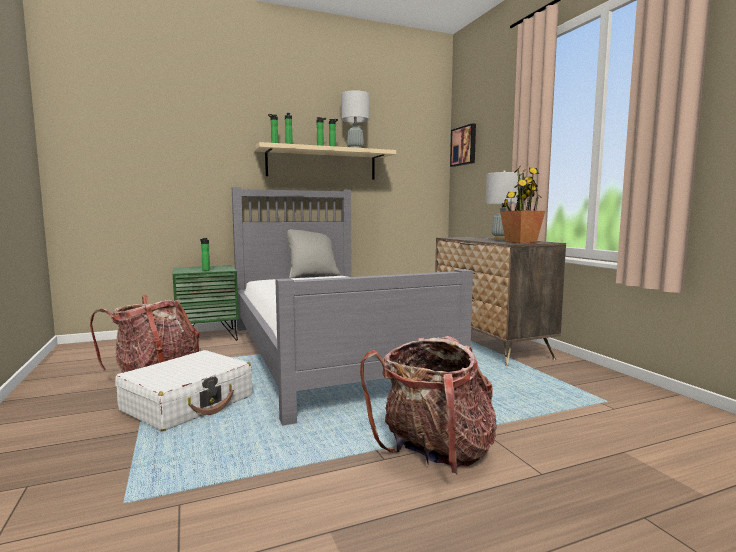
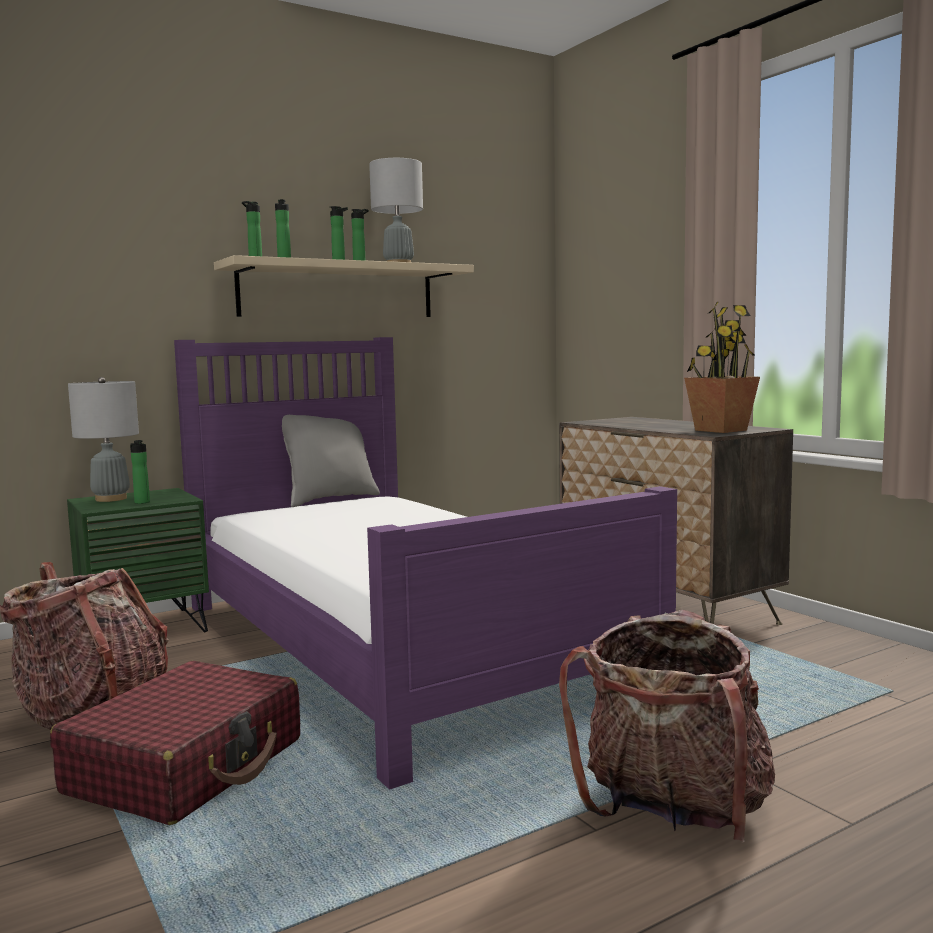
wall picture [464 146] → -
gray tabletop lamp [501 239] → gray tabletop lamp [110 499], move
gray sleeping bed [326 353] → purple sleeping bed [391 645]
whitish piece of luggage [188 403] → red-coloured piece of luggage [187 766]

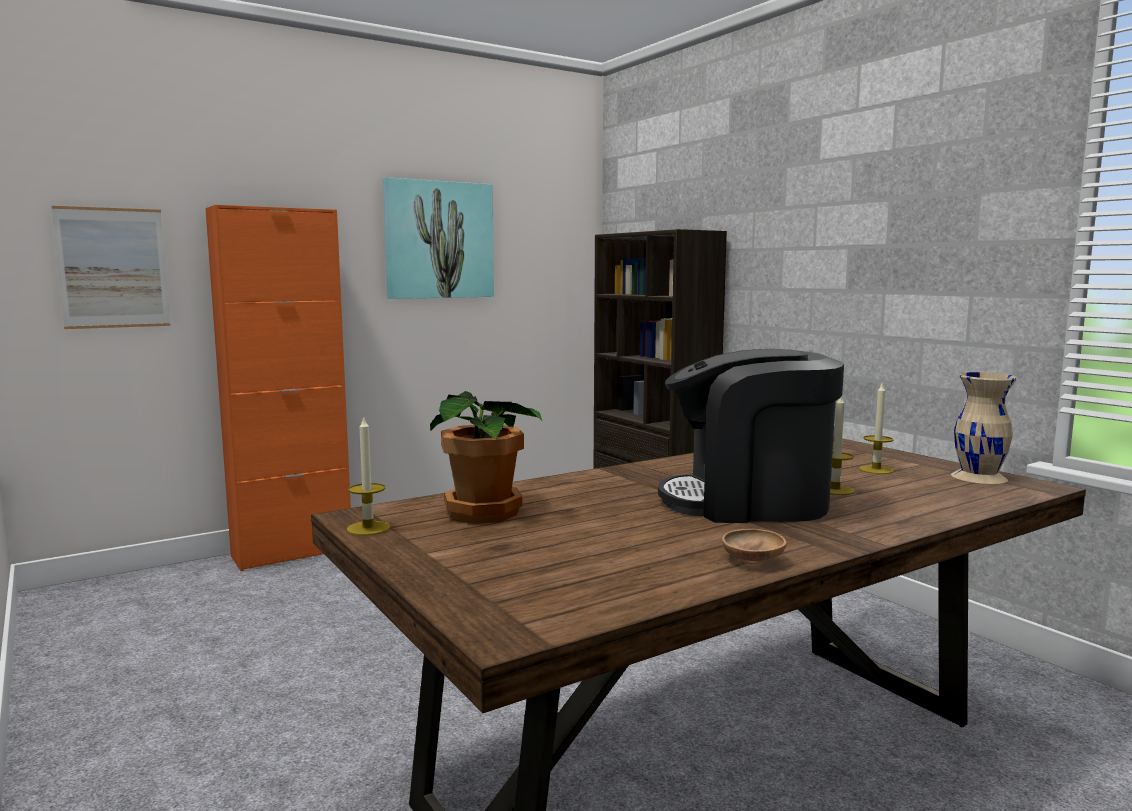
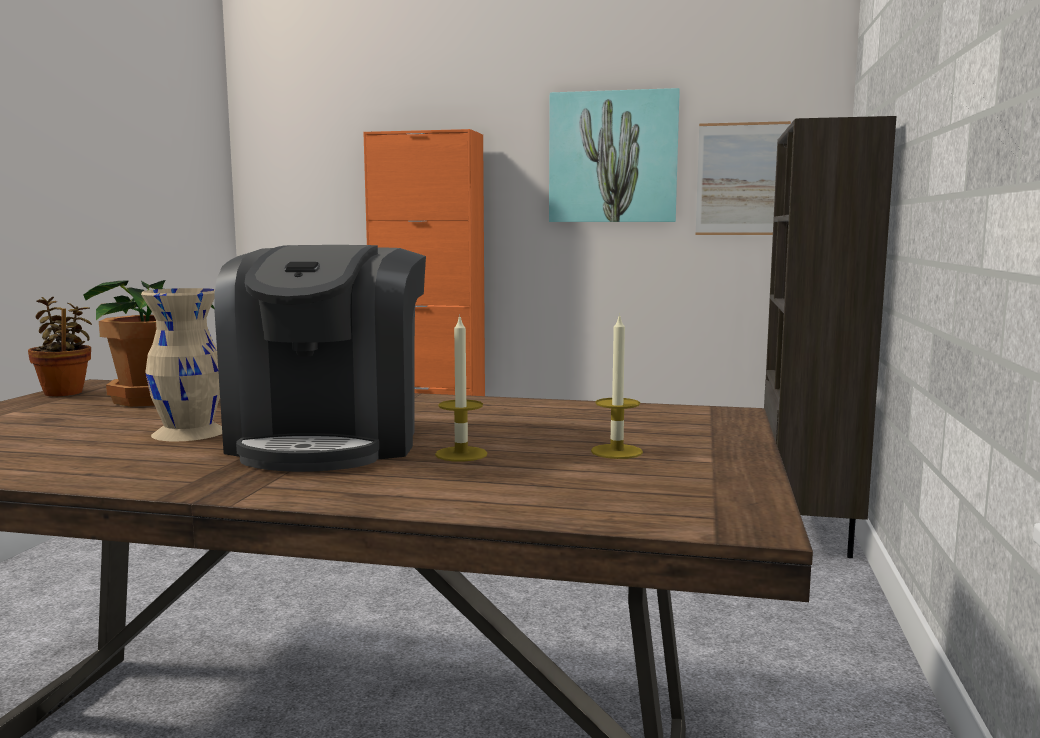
wall picture [113 268] → wall picture [742 179], move
coffee brewer [748 502] → coffee brewer [330 440], 135 degrees counterclockwise
beige-coloured flower vase [980 477] → beige-coloured flower vase [190 432], move
wax candle [368 528] → plant in a pot [65 392]
brown deep dish [753 560] → -

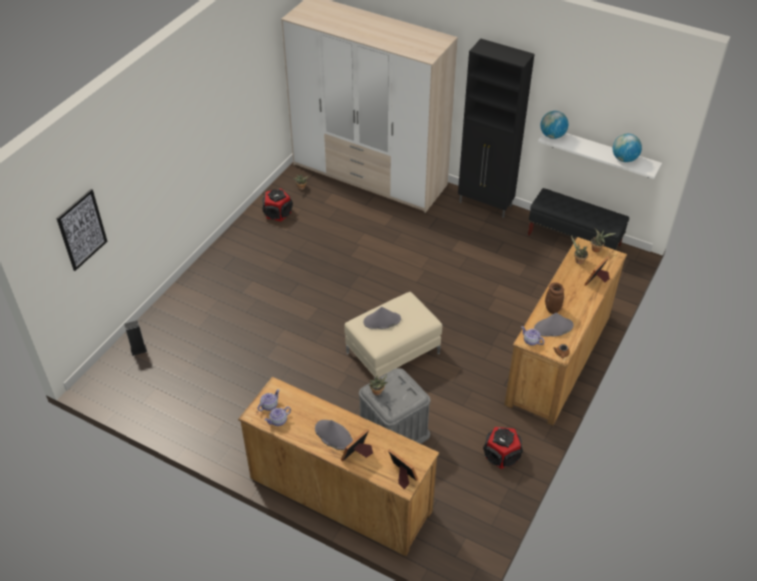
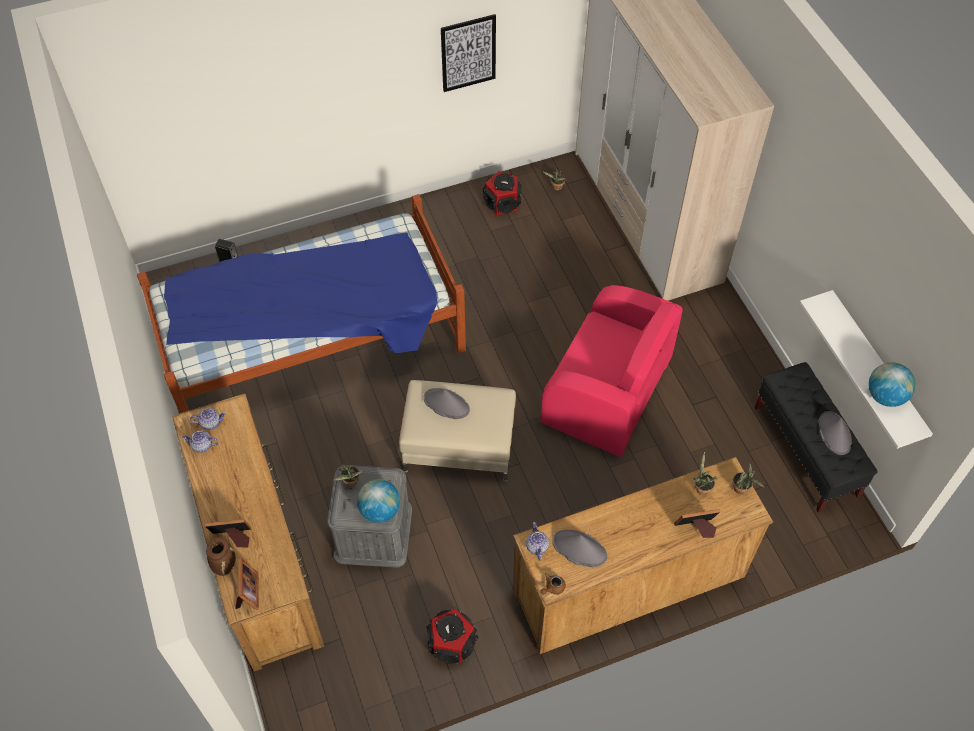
black-coloured storage cabinet [486 204] → -
globe [552 136] → globe [380 510], move
wall picture [82 230] → wall picture [468 53], move
brown flower vase [552 309] → brown flower vase [225 566], move
gray hat [333 435] → gray hat [834 433], move
- → sleeping bed [314 344]
- → pinkish armchair [608 392]

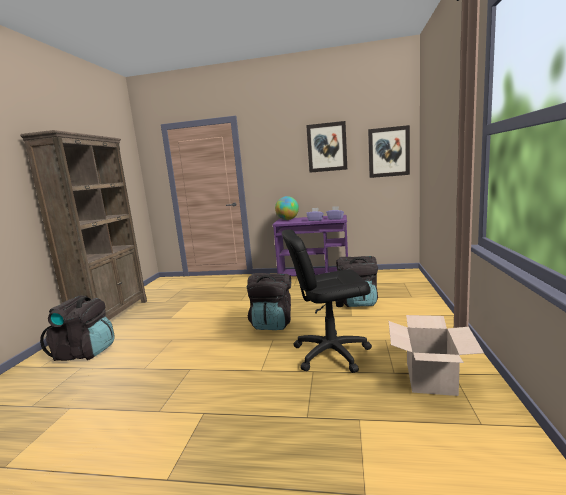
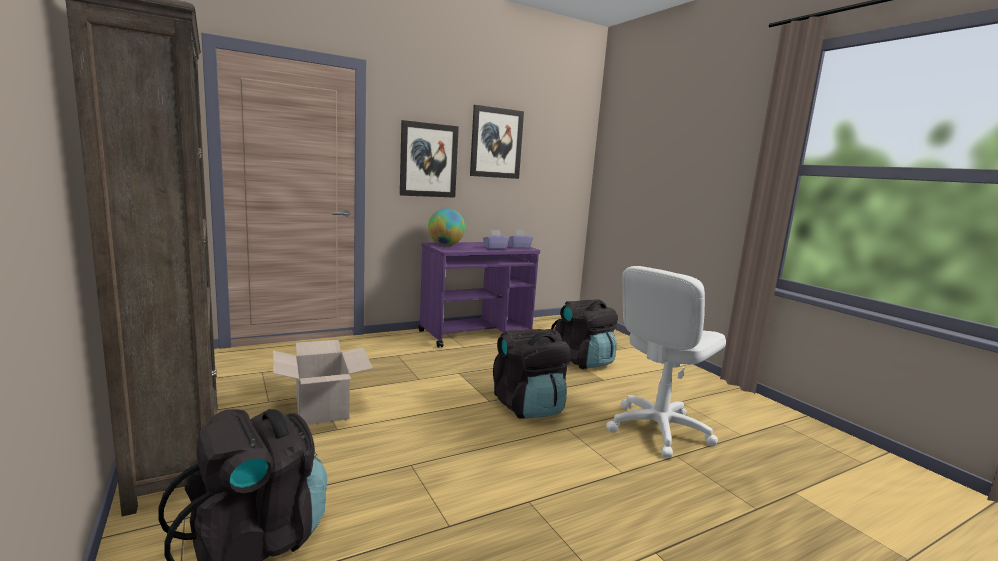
wall picture [388 152] → wall picture [428 160], move
black-coloured computer chair [331 353] → whitish computer chair [657 429]
carton [429 378] → carton [321 408], move

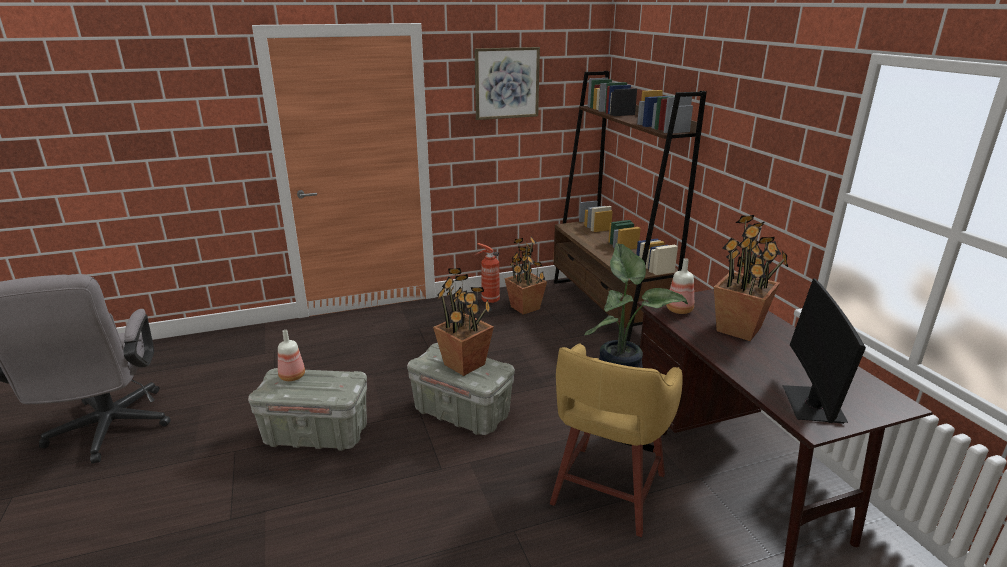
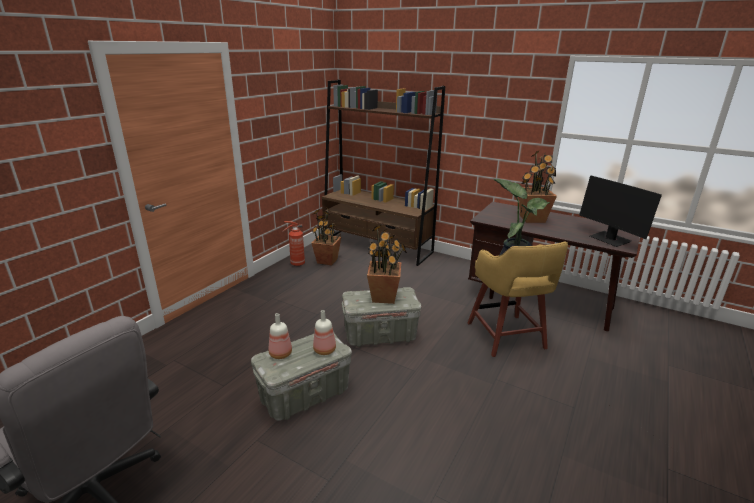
wall picture [506 83] → -
beverage bottle [680 310] → beverage bottle [325 350], move

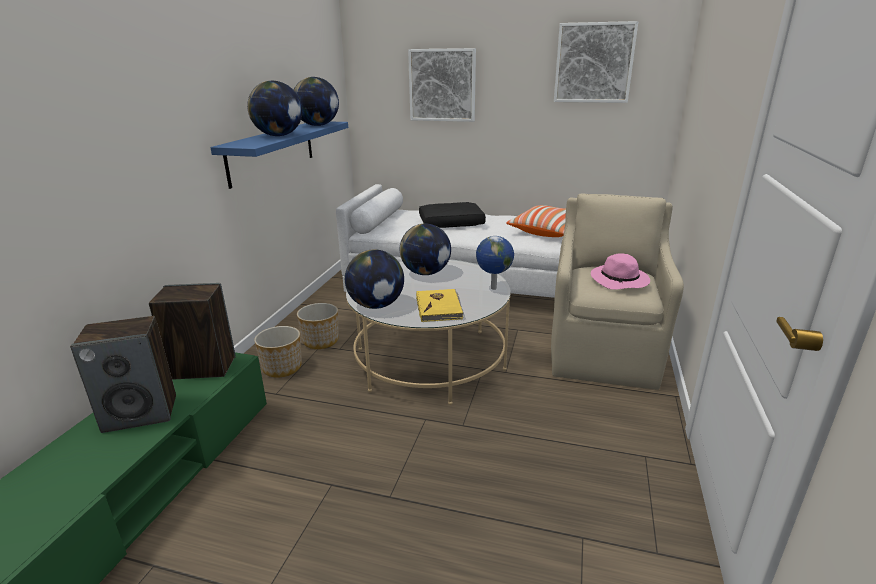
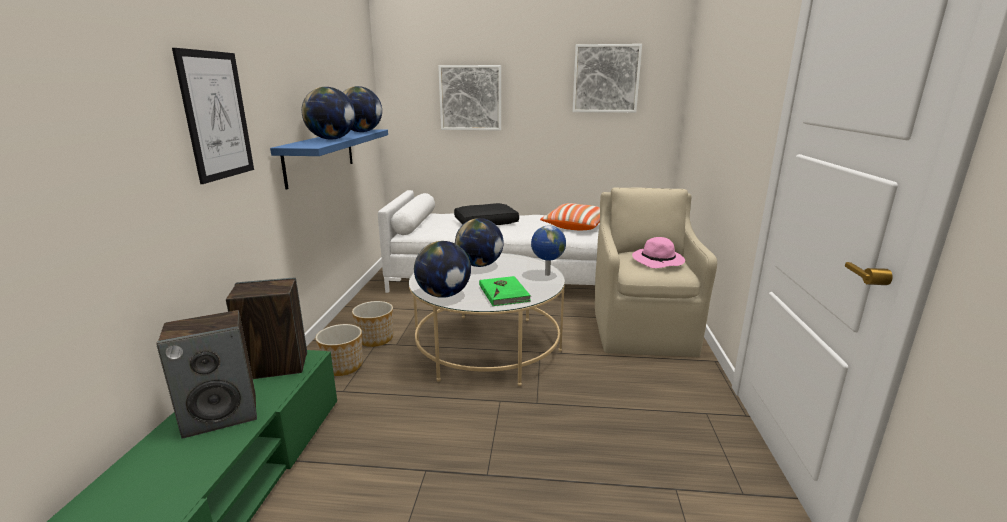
yellowish volume [439 307] → green-coloured volume [504 293]
- → wall picture [216 116]

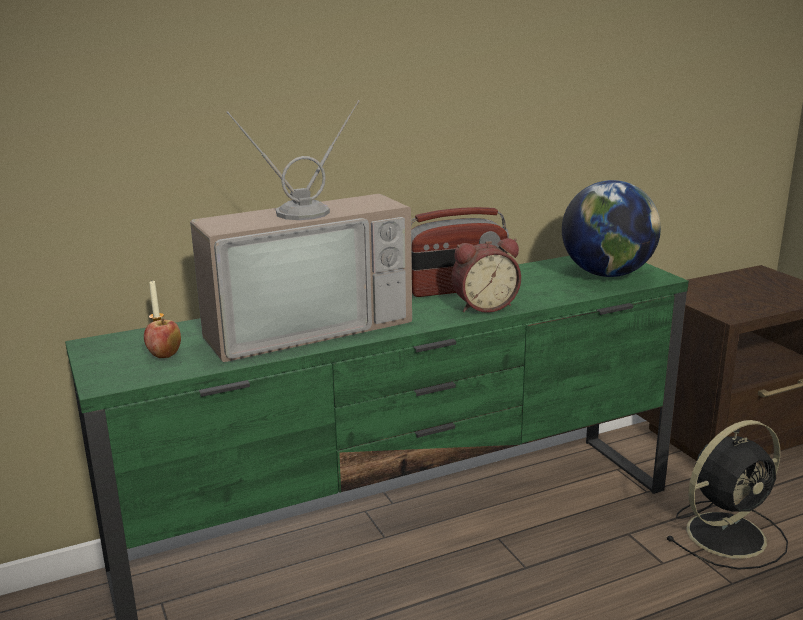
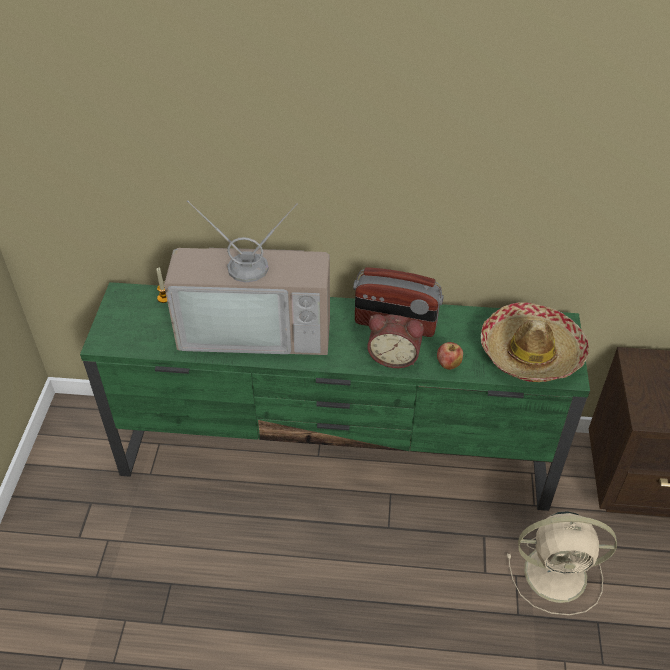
globe [607 274] → hat [531 352]
whole apple [164 355] → whole apple [448 365], move
black-coloured fan [728 534] → beige-coloured fan [558 574]

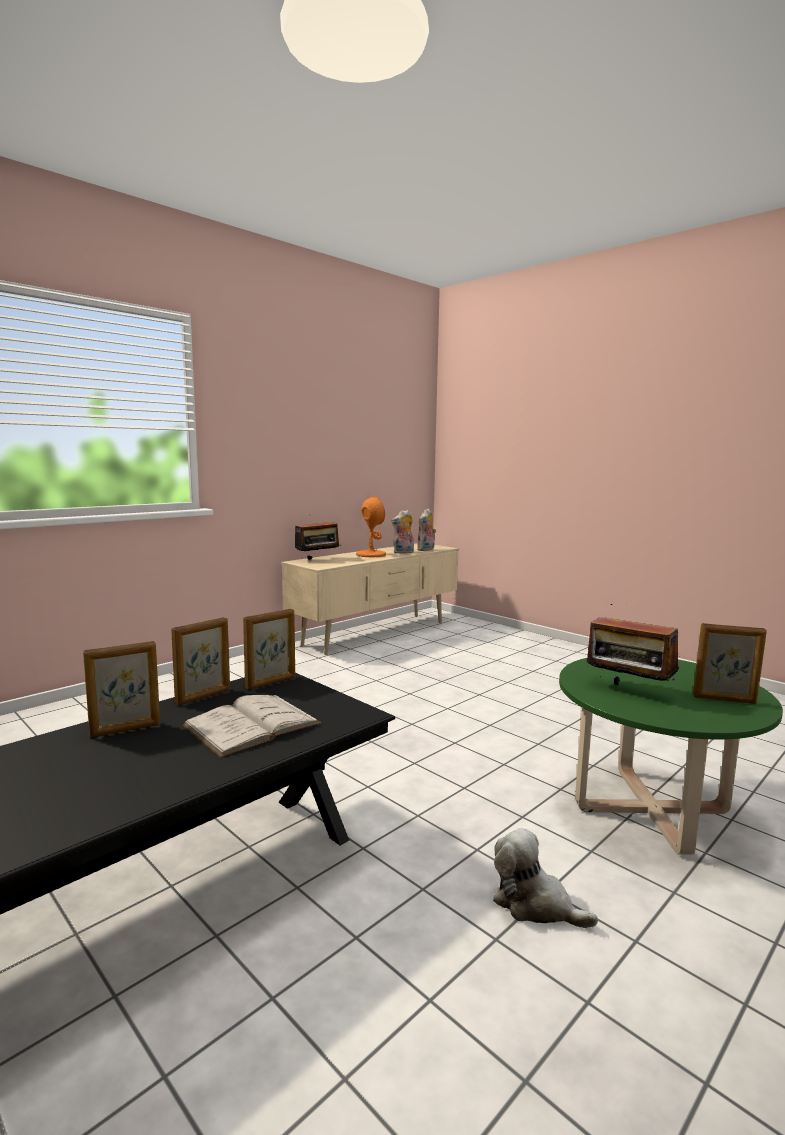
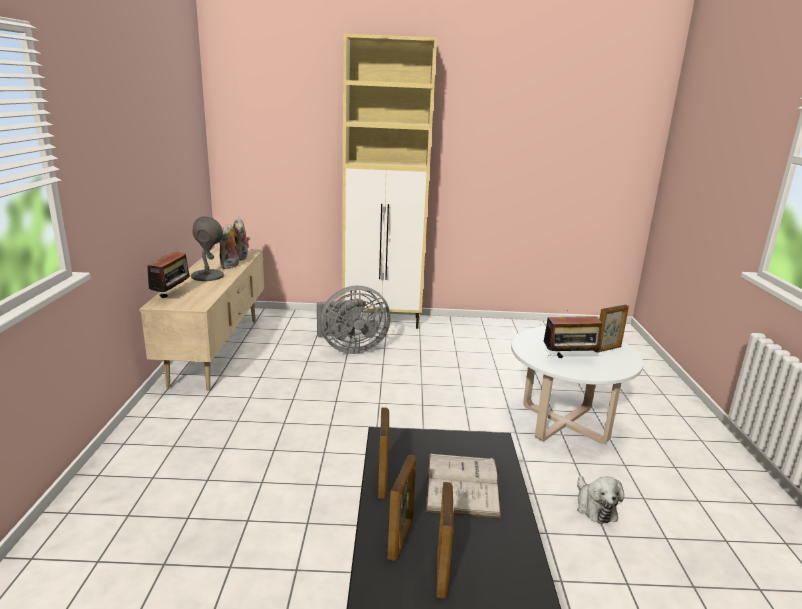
orange-coloured tabletop lamp [371 554] → gray tabletop lamp [207 276]
picture frame [271 683] → picture frame [442 572], move
green-coloured lounge table [651 809] → whitish lounge table [564 423]
cuddly toy [535 904] → cuddly toy [594 507], 90 degrees counterclockwise
- → beige-coloured storage cabinet [383 321]
- → gray fan [350 348]

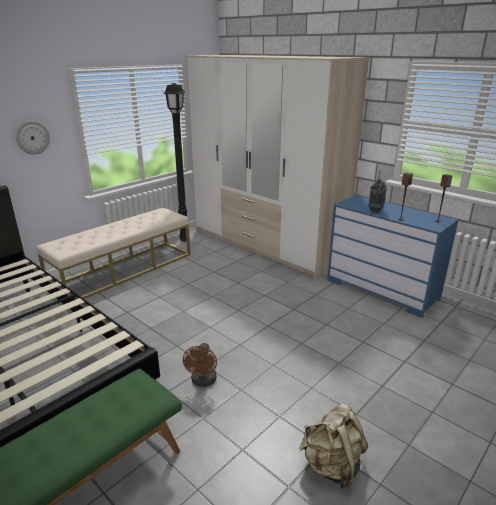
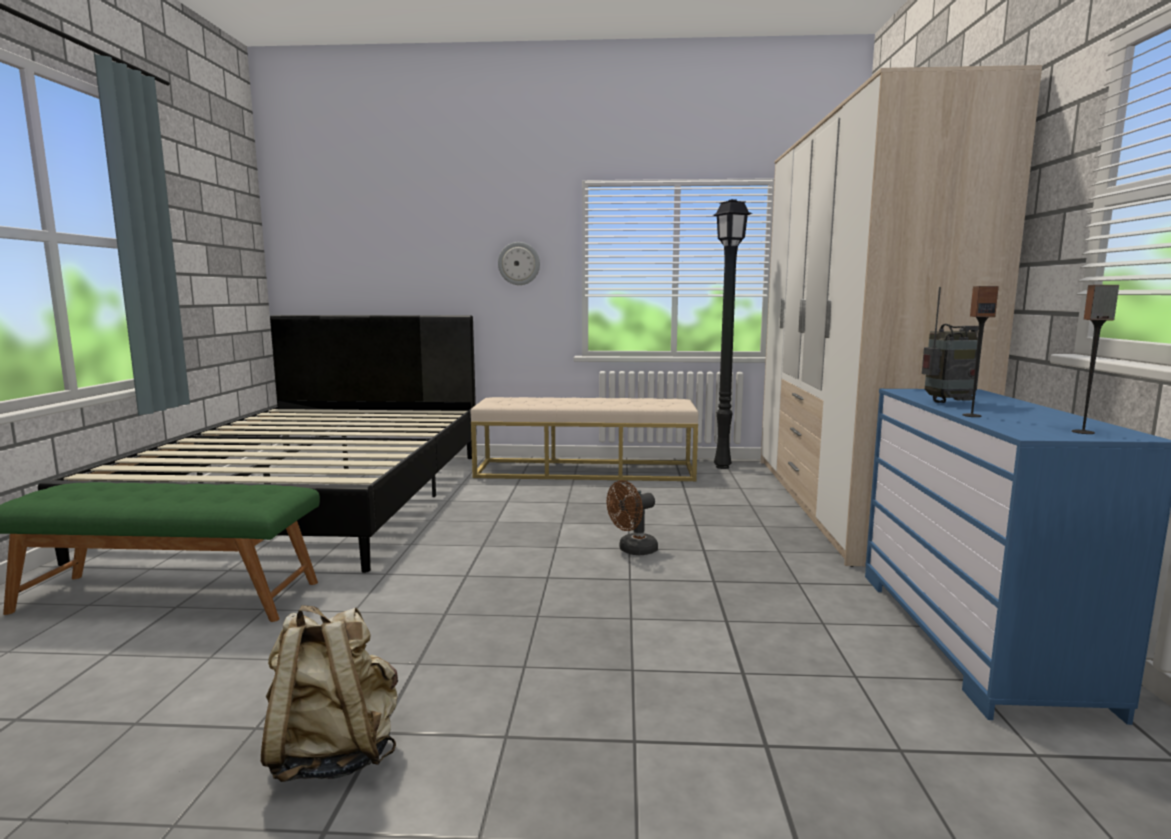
brown fan [203 382] → brown fan [633 550], move

